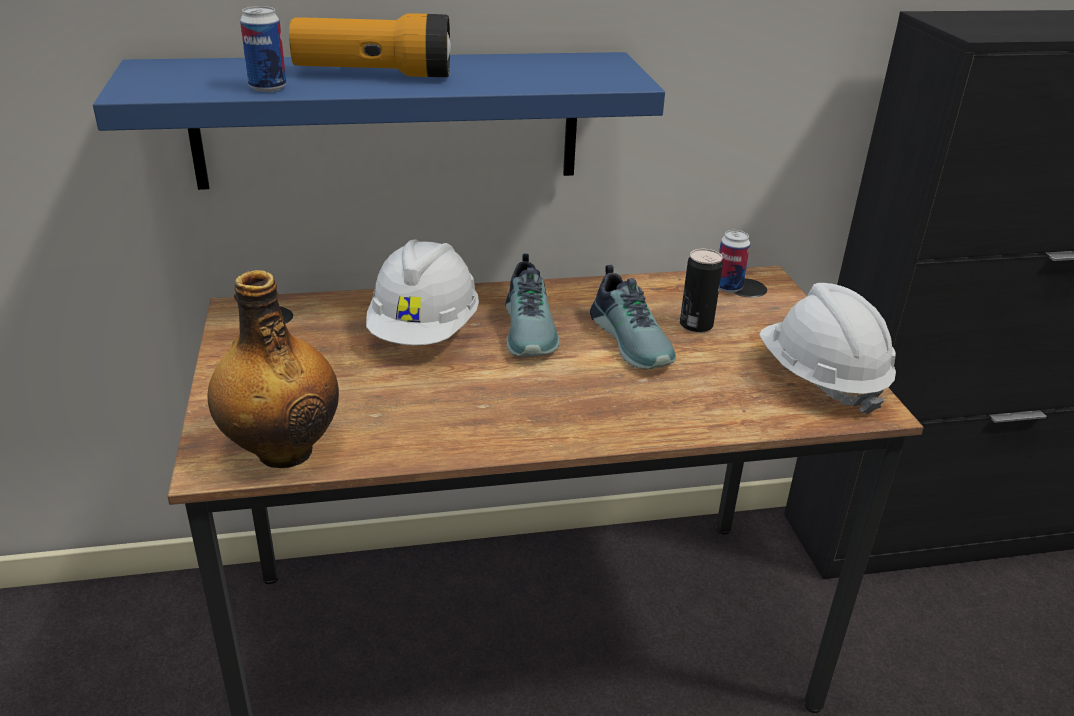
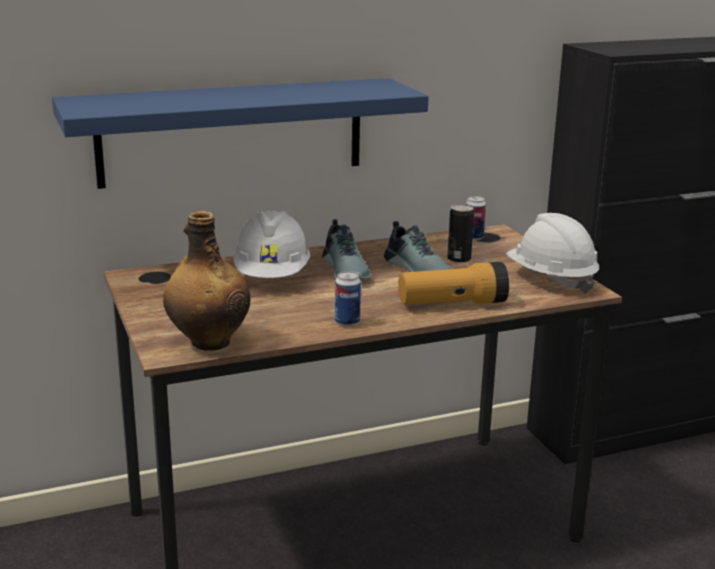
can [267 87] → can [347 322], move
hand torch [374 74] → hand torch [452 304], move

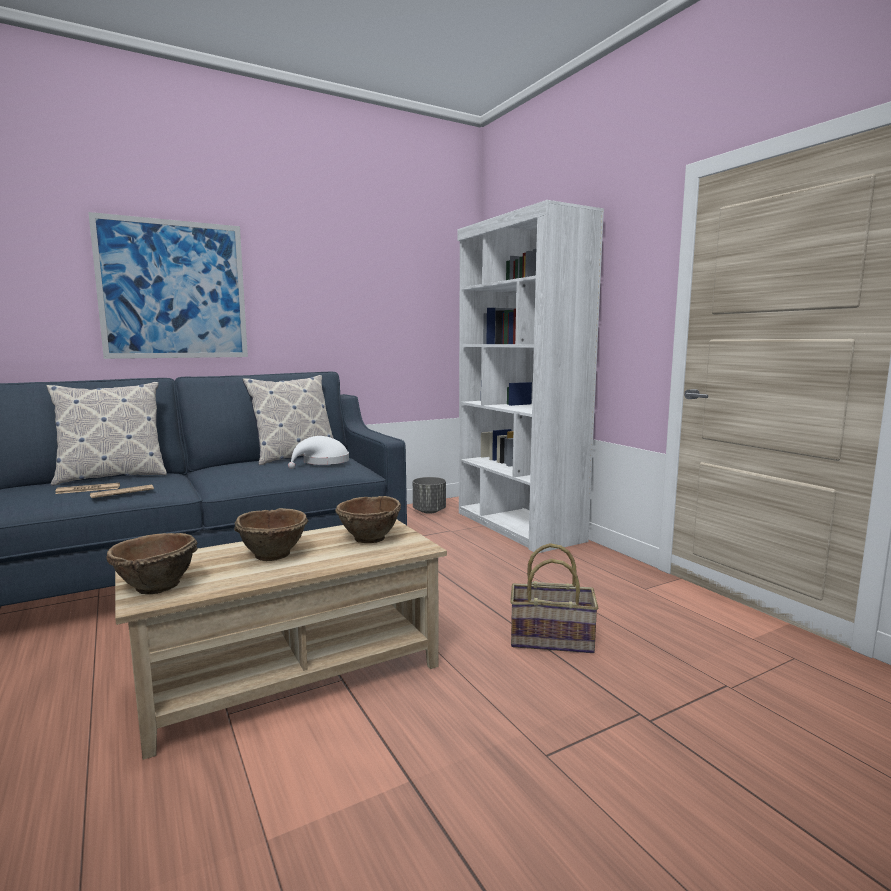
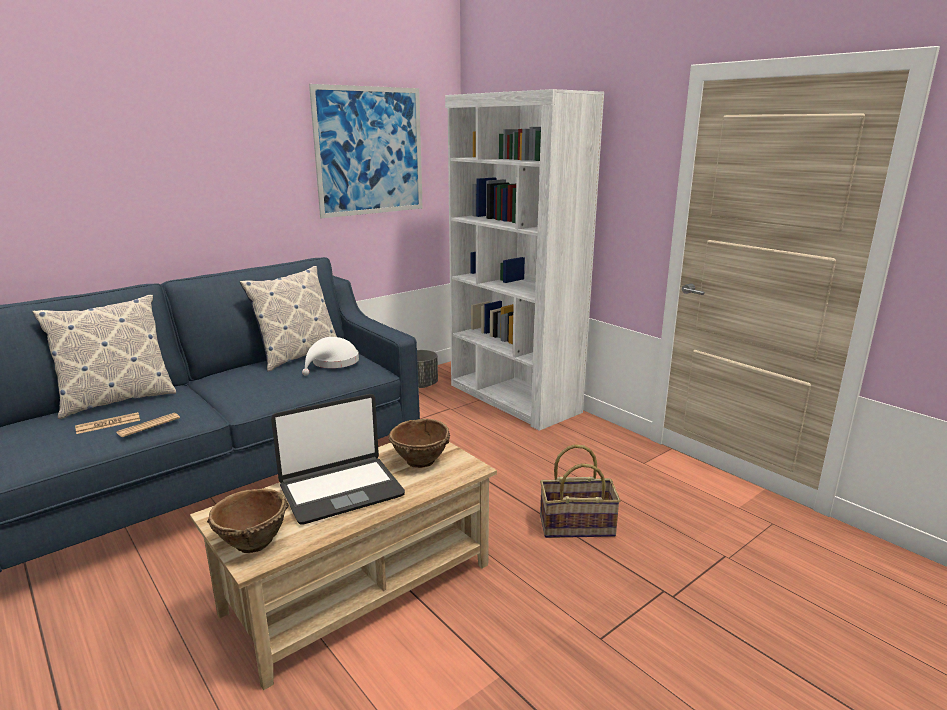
wall picture [174 290] → wall picture [370 151], move
brown deep dish [274 554] → notebook computer [341 490]

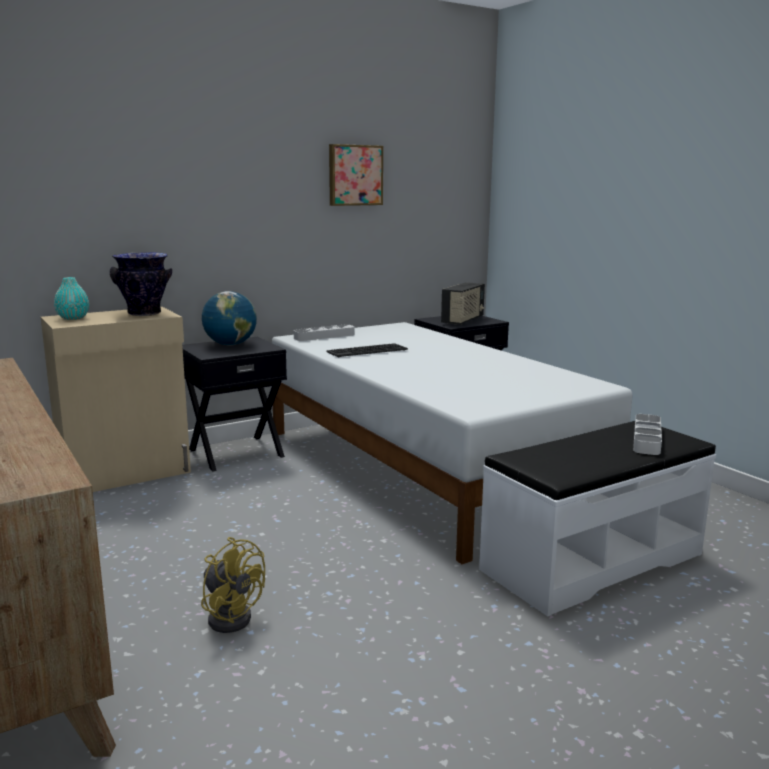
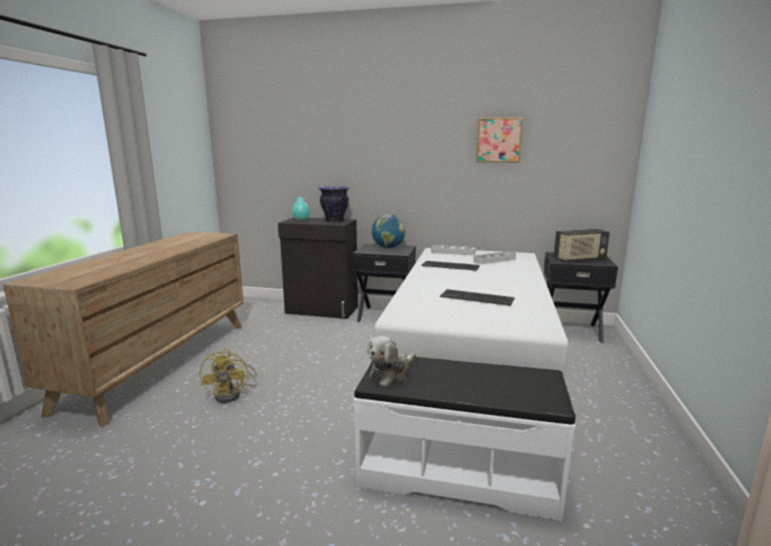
beige-coloured storage cabinet [127 474] → black-coloured storage cabinet [322 310]
gray carrying tray [646 439] → gray carrying tray [494 260], move
- → keyboard [477 298]
- → cuddly toy [391 374]

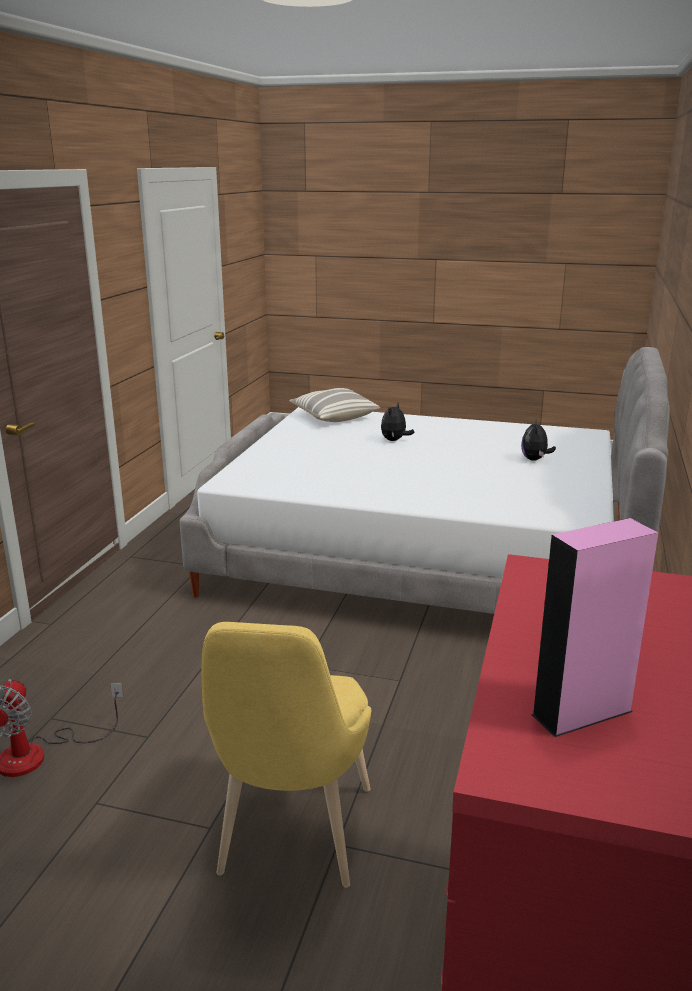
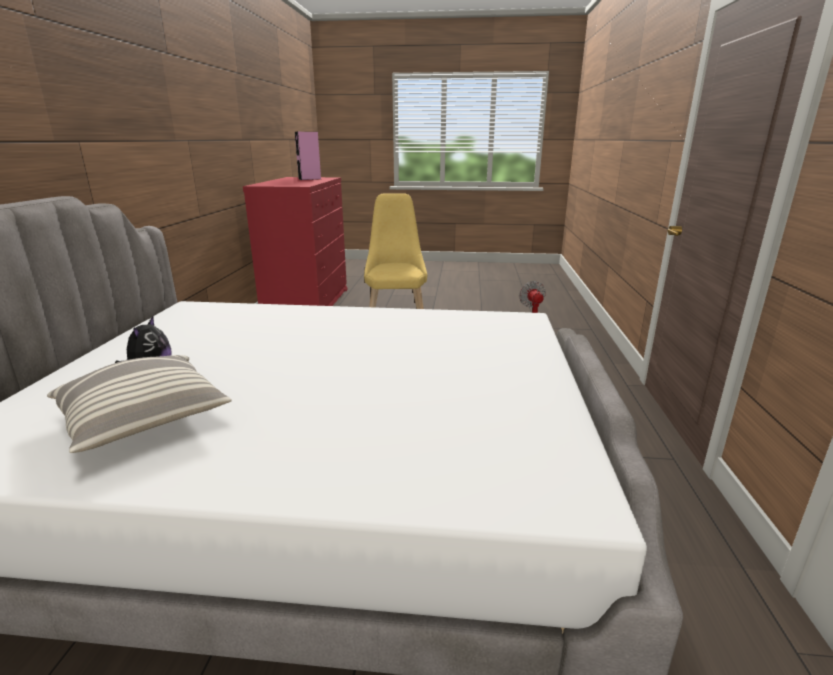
cushion [333 417] → cushion [145 420], move
cuddly toy [394 440] → -

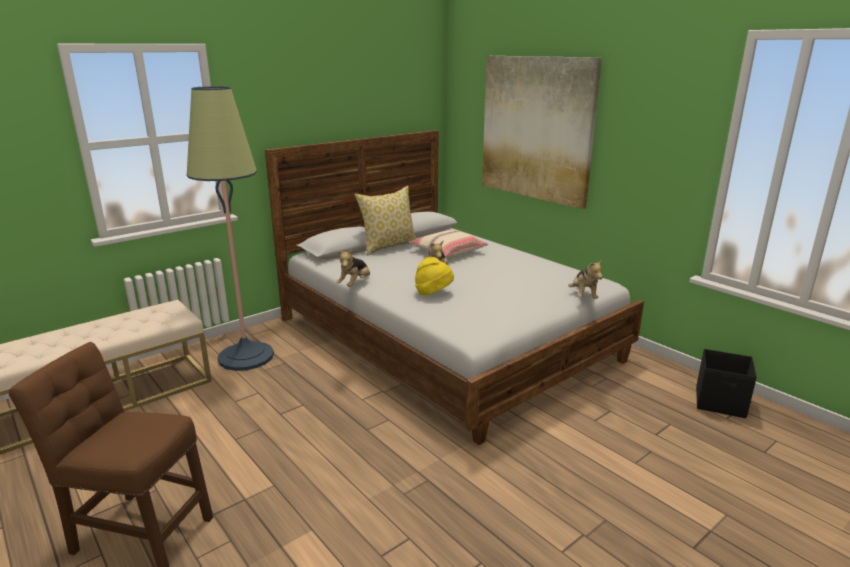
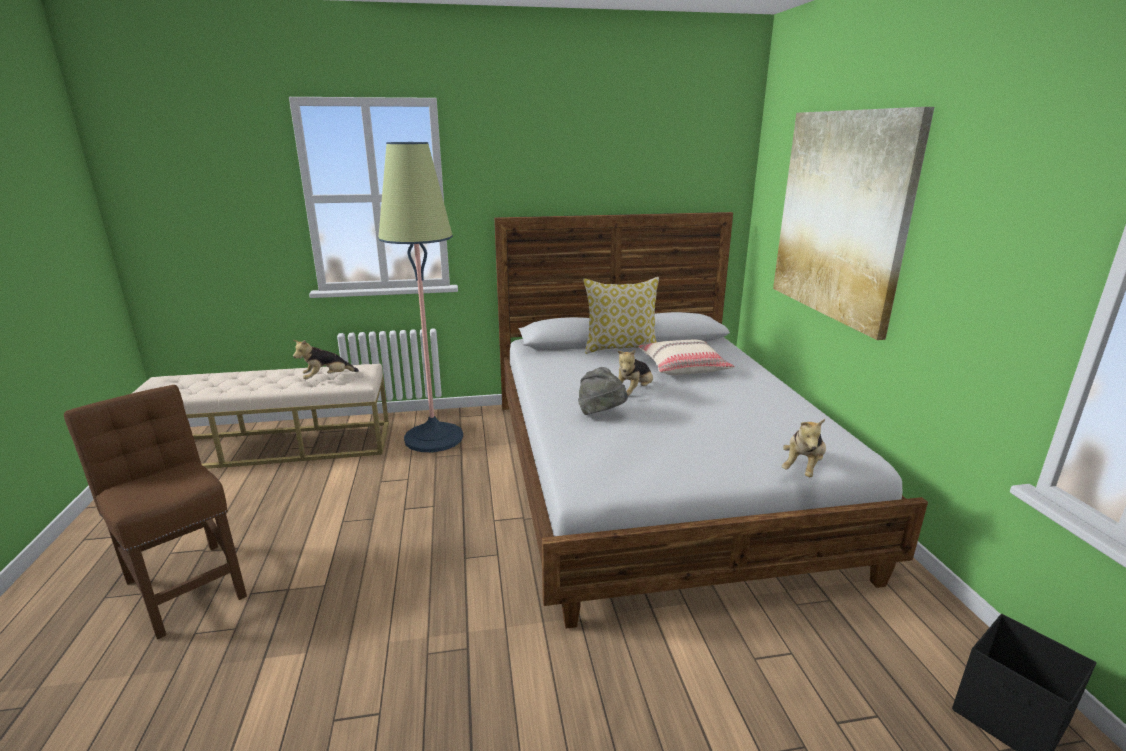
cuddly toy [355 284] → cuddly toy [327 378], move
yellowish hat [433 293] → gray hat [602 414]

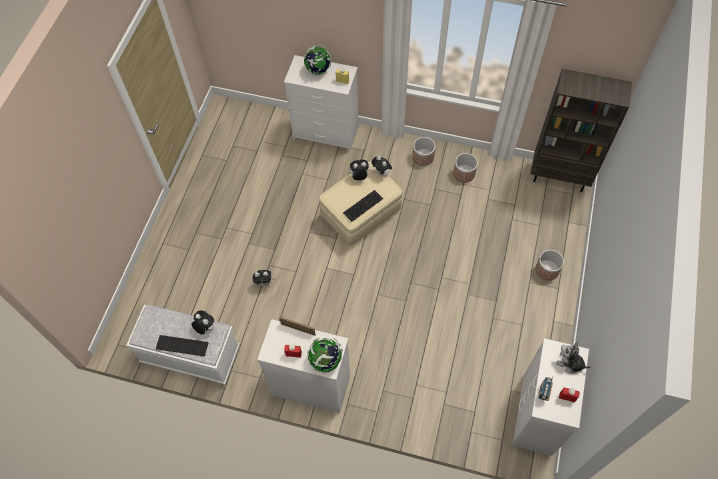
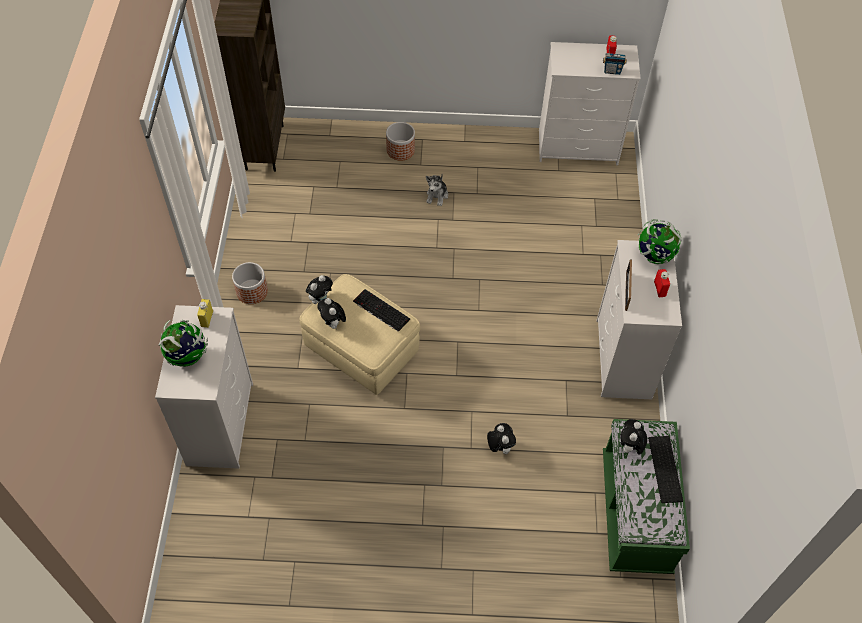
flower pot [464 173] → -
whitish indoor bench [191 355] → green-coloured indoor bench [635 513]
cuddly toy [569 363] → cuddly toy [437 195], move

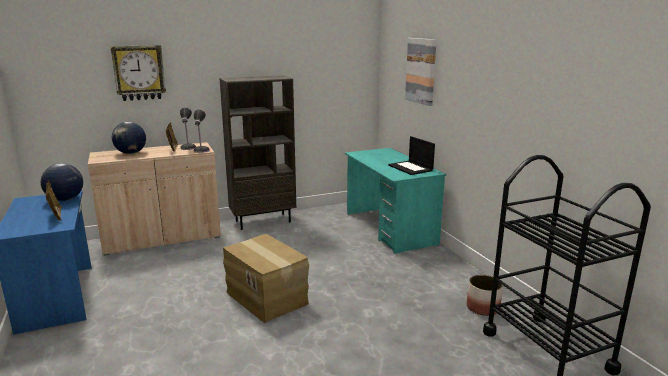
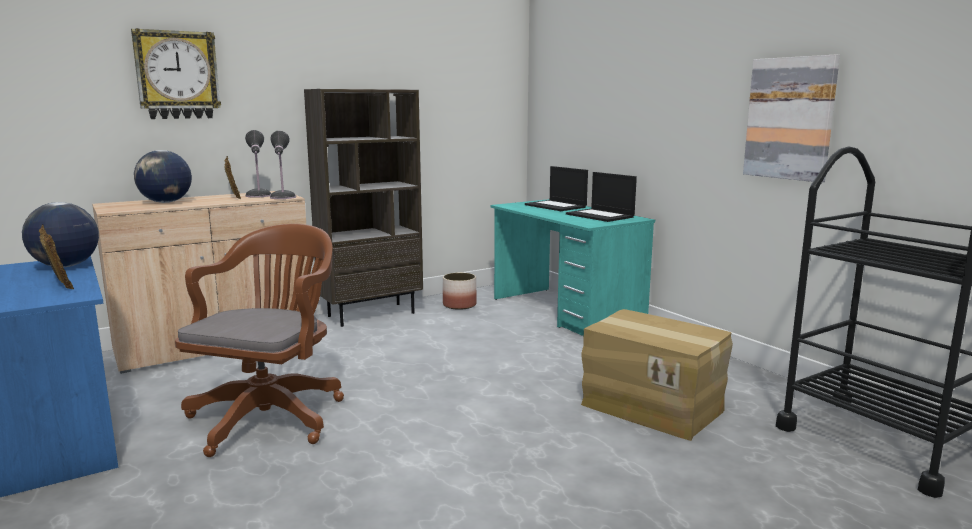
wall picture [421 71] → wall picture [790 118], move
carton [267 297] → carton [653 406], move
flower pot [483 307] → flower pot [459 305], move
- → notebook computer [556 206]
- → brown computer chair [271 415]

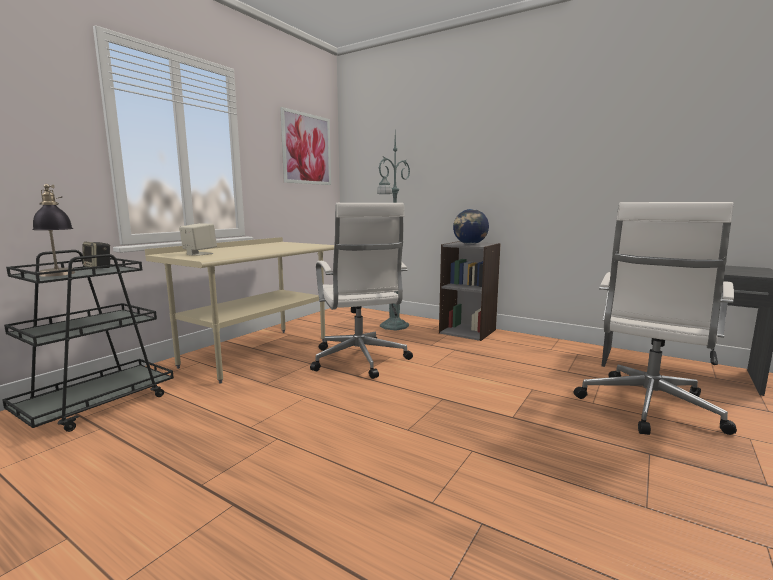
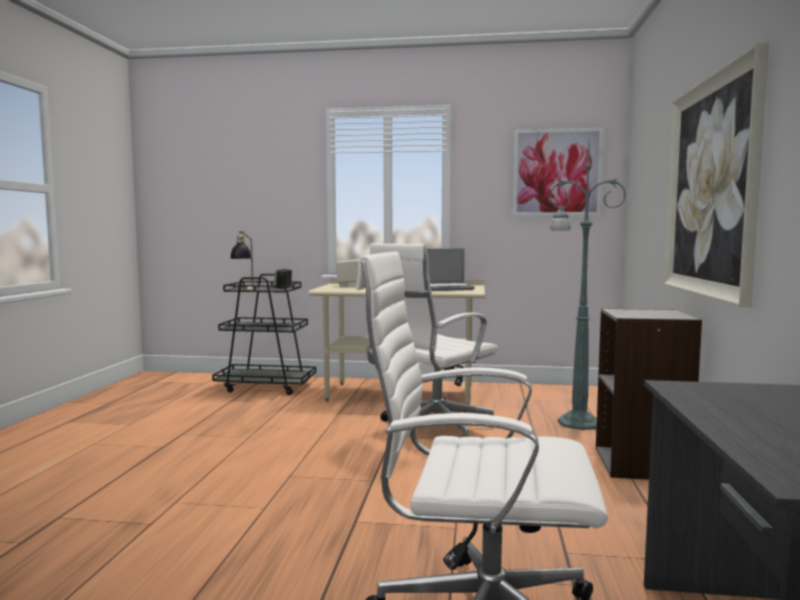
globe [470 244] → -
- → wall picture [710 187]
- → notebook computer [445 288]

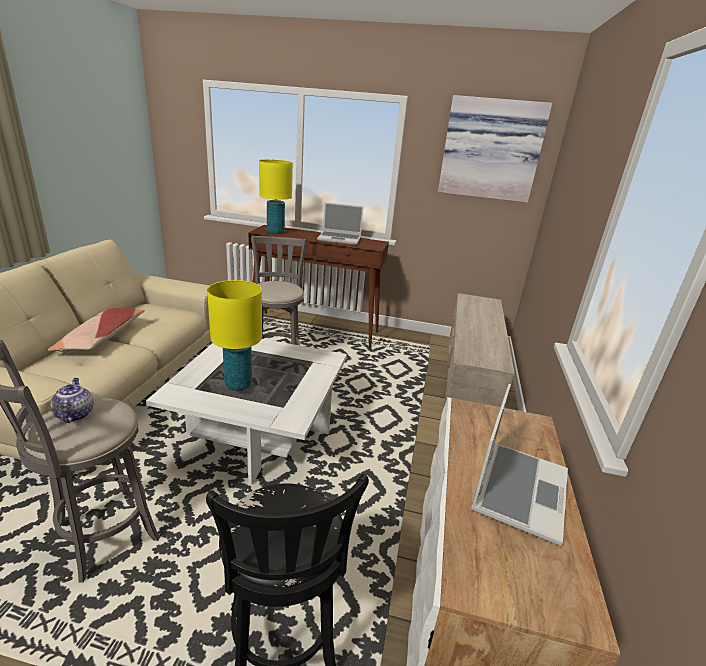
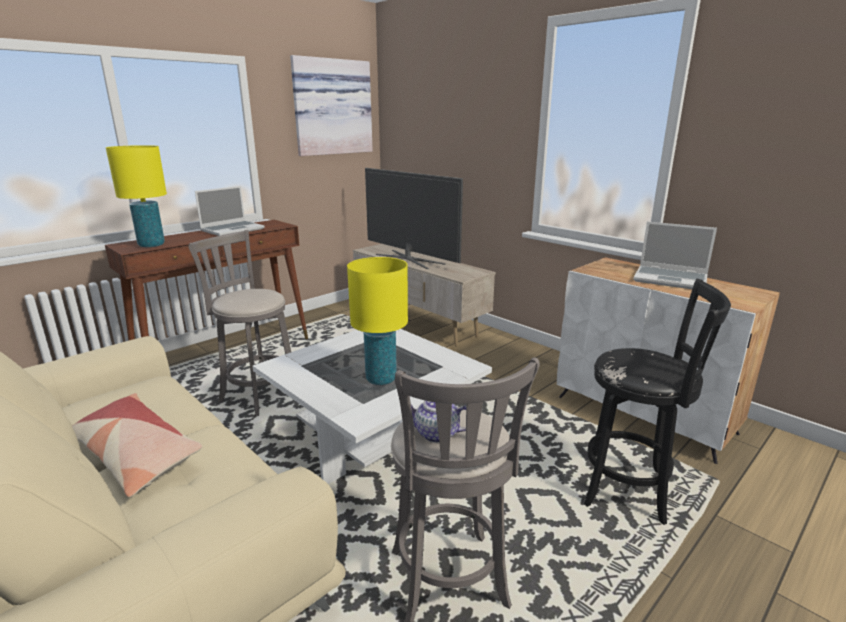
notebook computer [518 489] → notebook computer [671 279], 150 degrees clockwise
- → TV set [409 259]

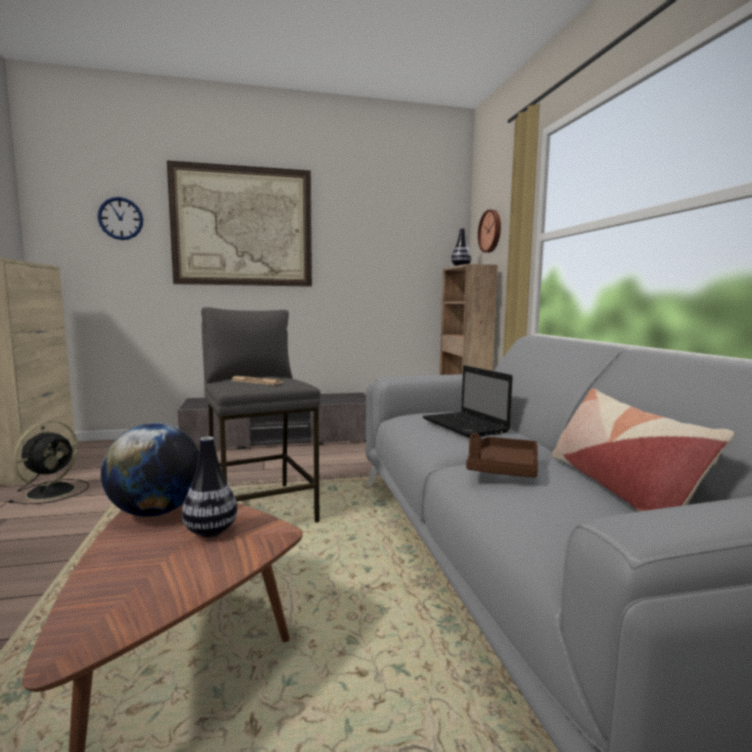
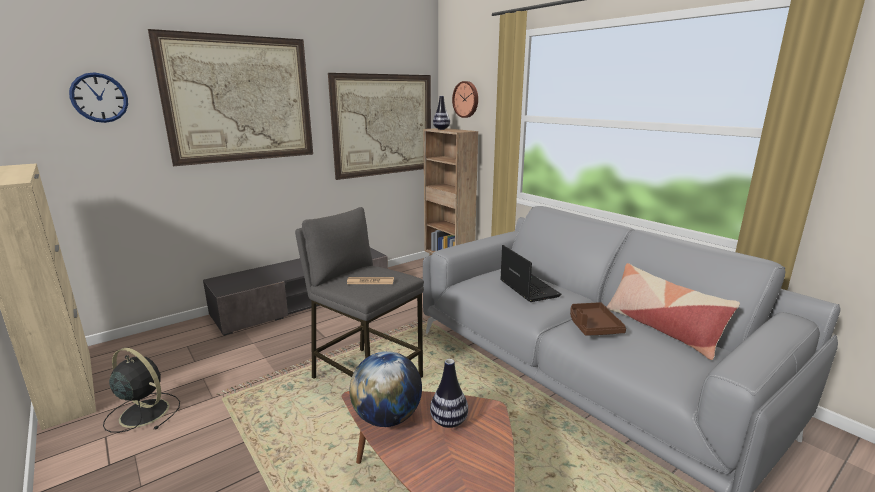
notebook computer [466 426] → notebook computer [527 288], 150 degrees counterclockwise
black-coloured fan [53 491] → black-coloured fan [143 412], 60 degrees counterclockwise
- → wall picture [384 125]

